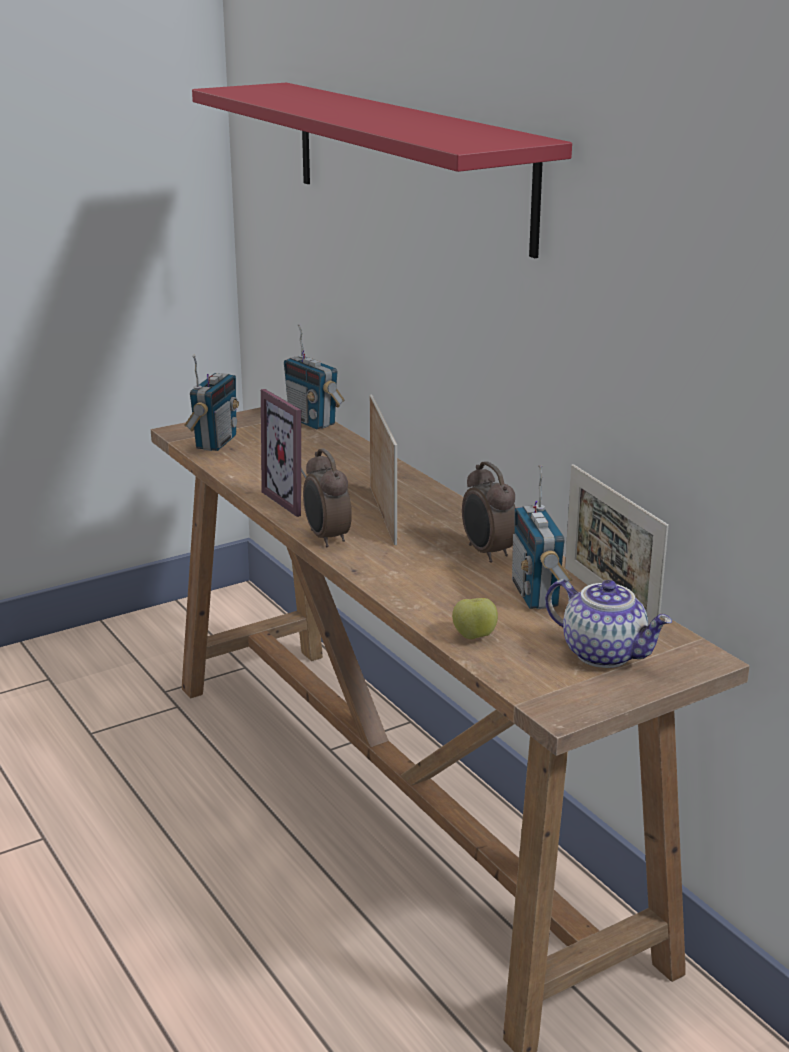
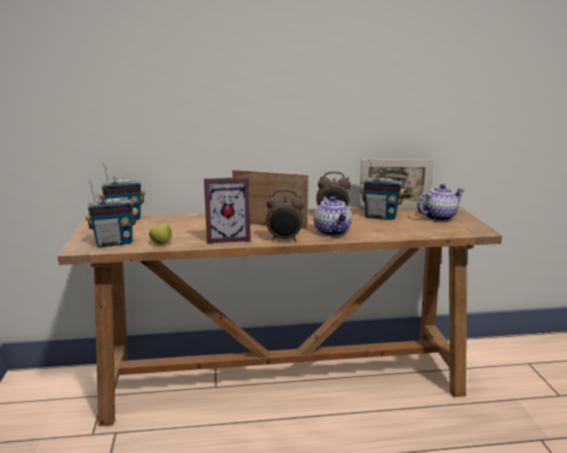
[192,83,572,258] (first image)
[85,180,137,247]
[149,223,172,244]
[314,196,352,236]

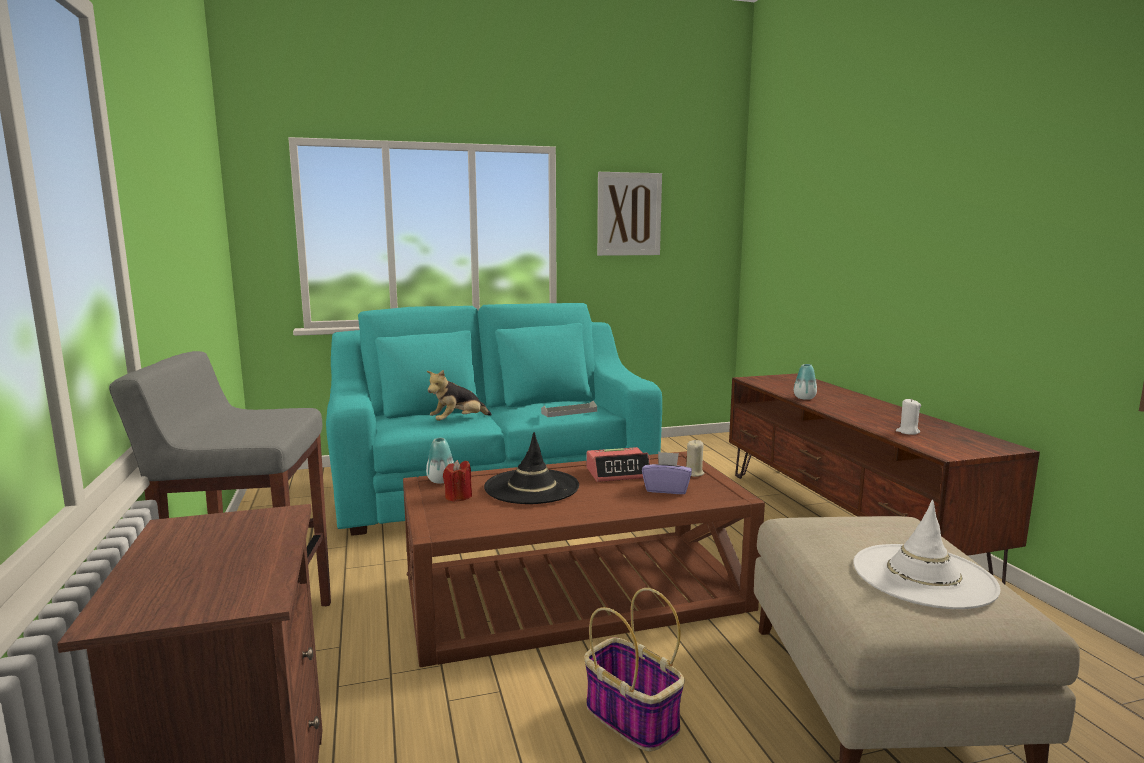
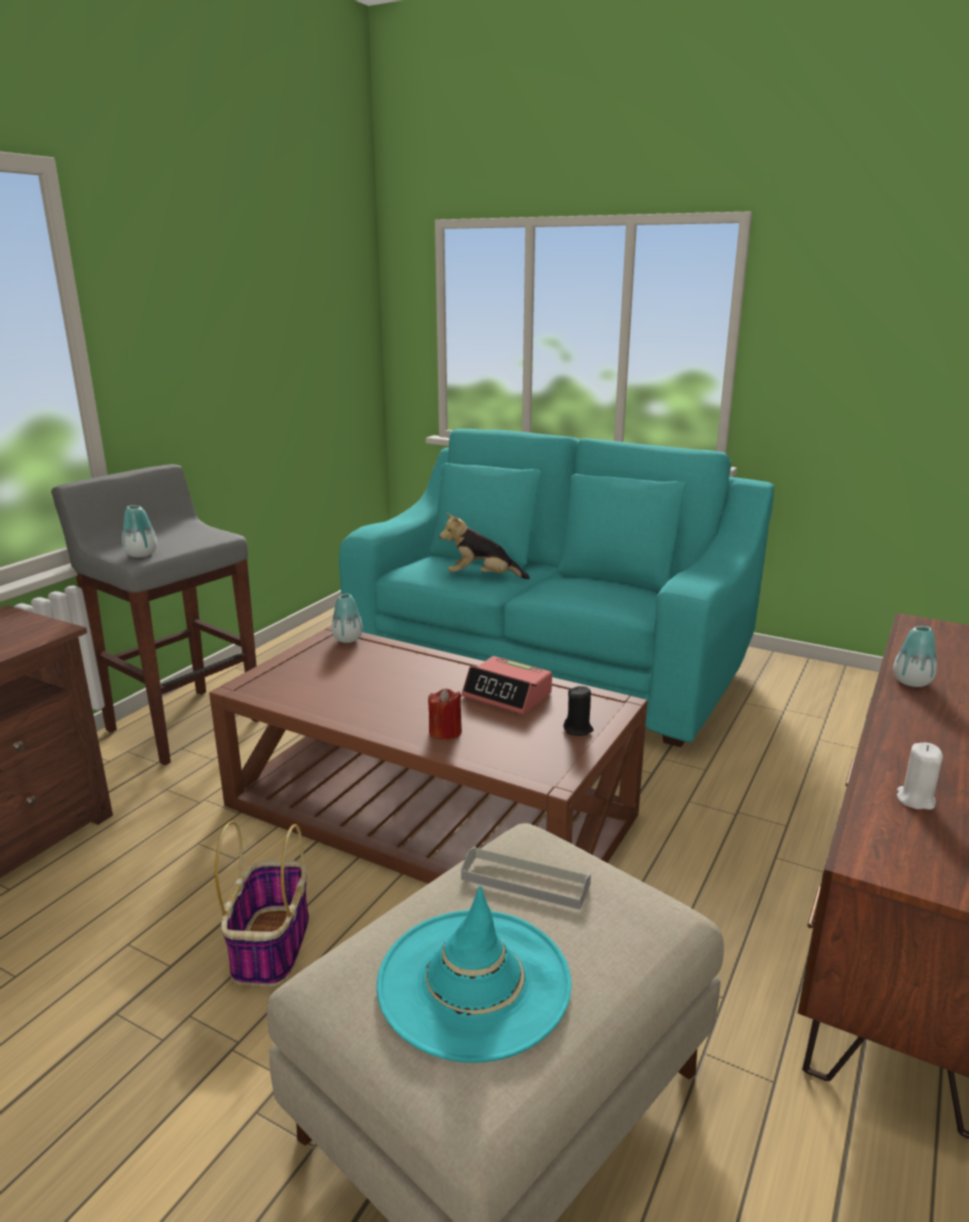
[597,172,662,256] (first image)
[461,847,591,910]
[484,432,579,504] (first image)
[564,686,593,736]
[642,452,692,494] (first image)
[428,688,462,740]
[377,886,572,1063]
[122,505,157,557]

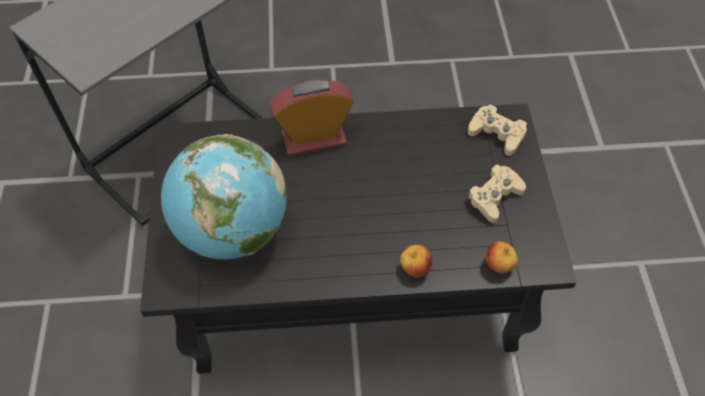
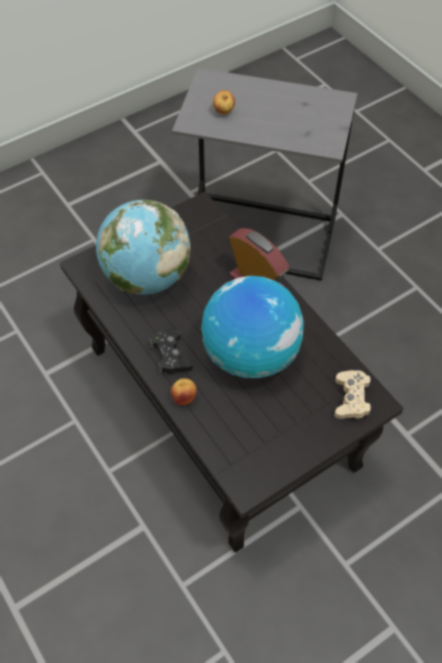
[467,165,526,223] (first image)
[213,90,235,114]
[201,276,304,378]
[149,329,193,374]

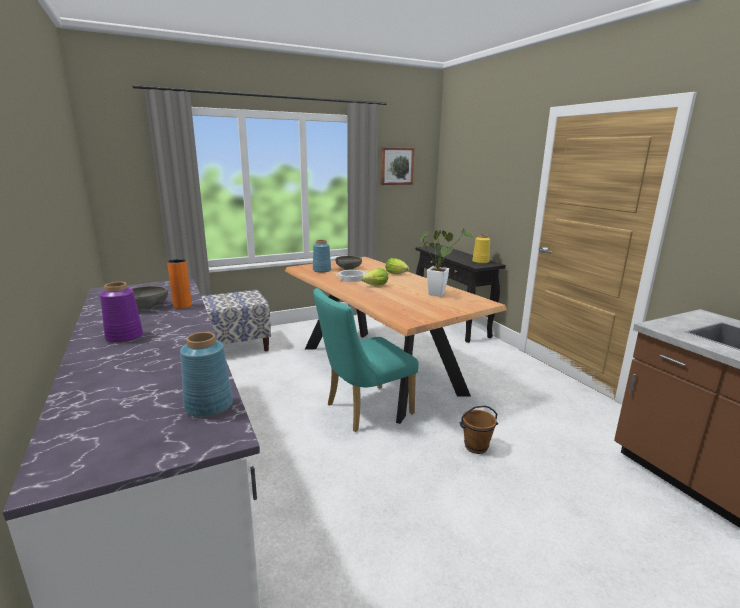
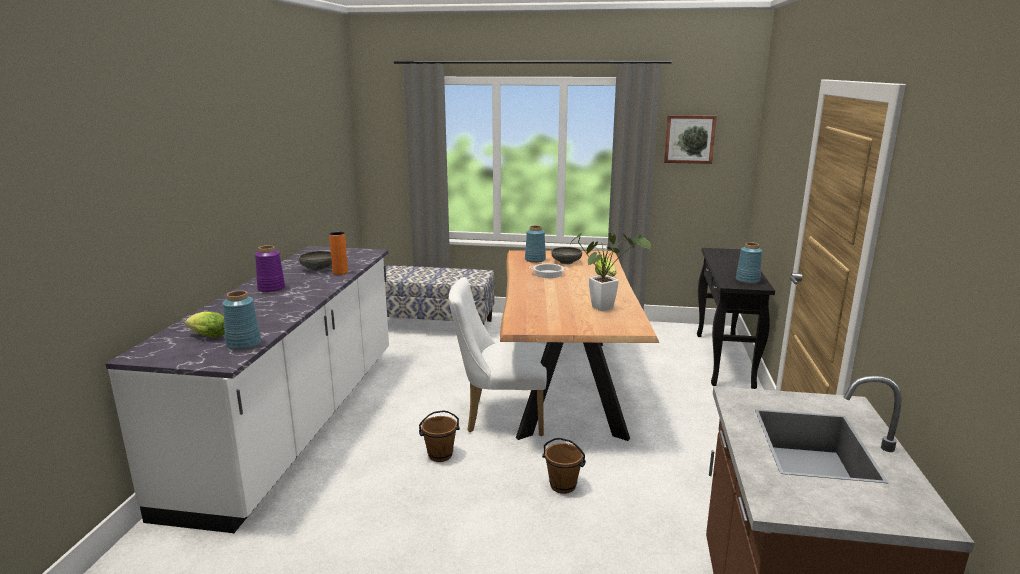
[736,242,762,284]
[185,311,225,338]
[449,277,547,436]
[419,410,460,462]

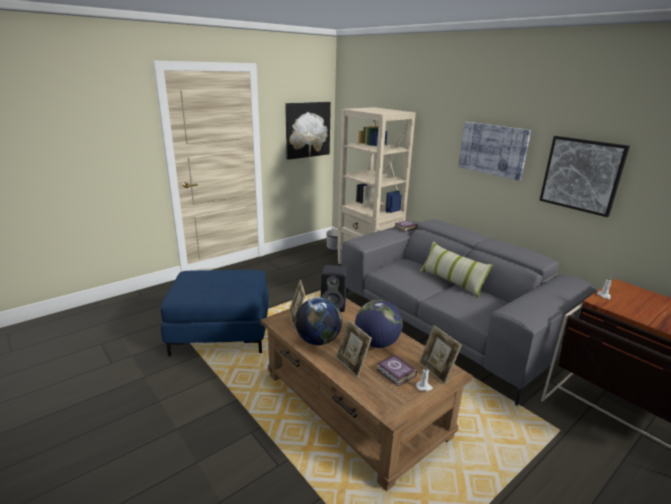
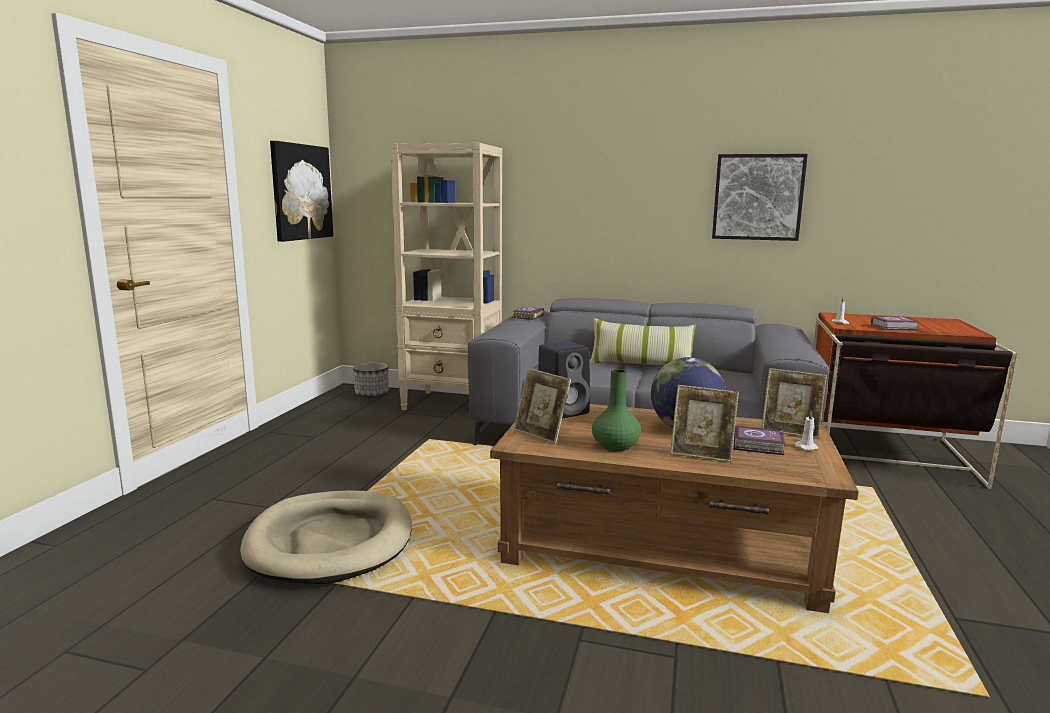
[458,122,531,181] (first image)
[240,491,412,584]
[592,369,641,452]
[871,316,918,330]

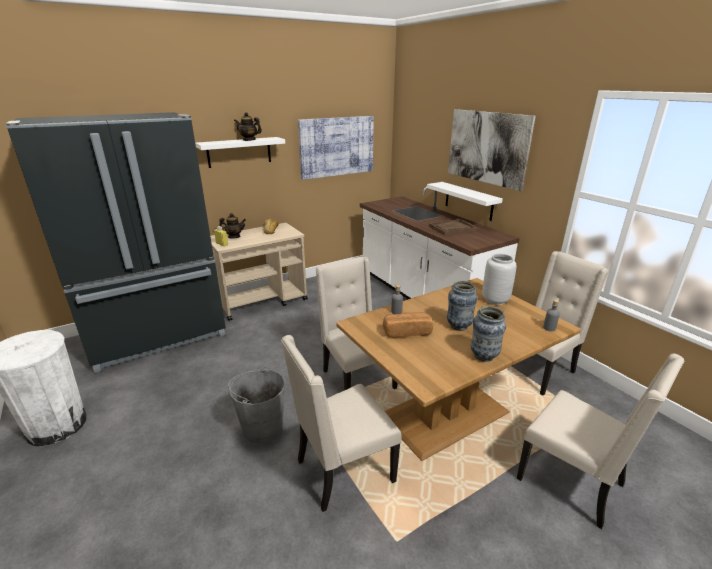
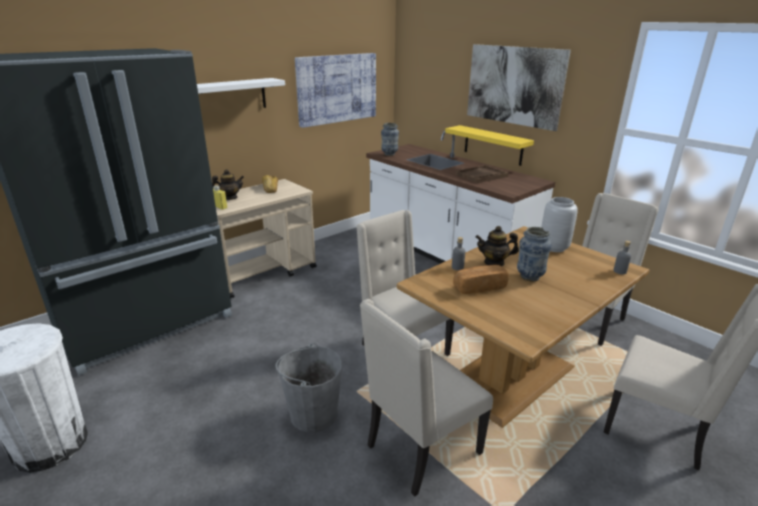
[475,226,519,266]
[445,125,534,166]
[381,123,399,156]

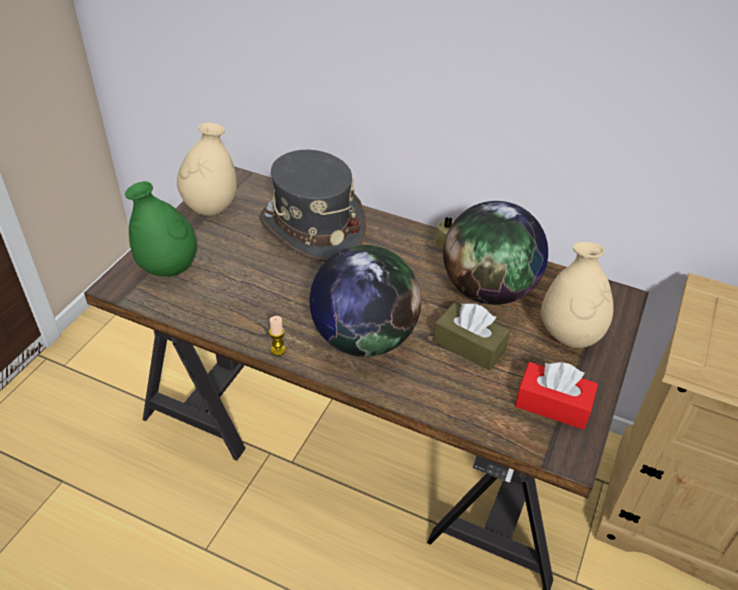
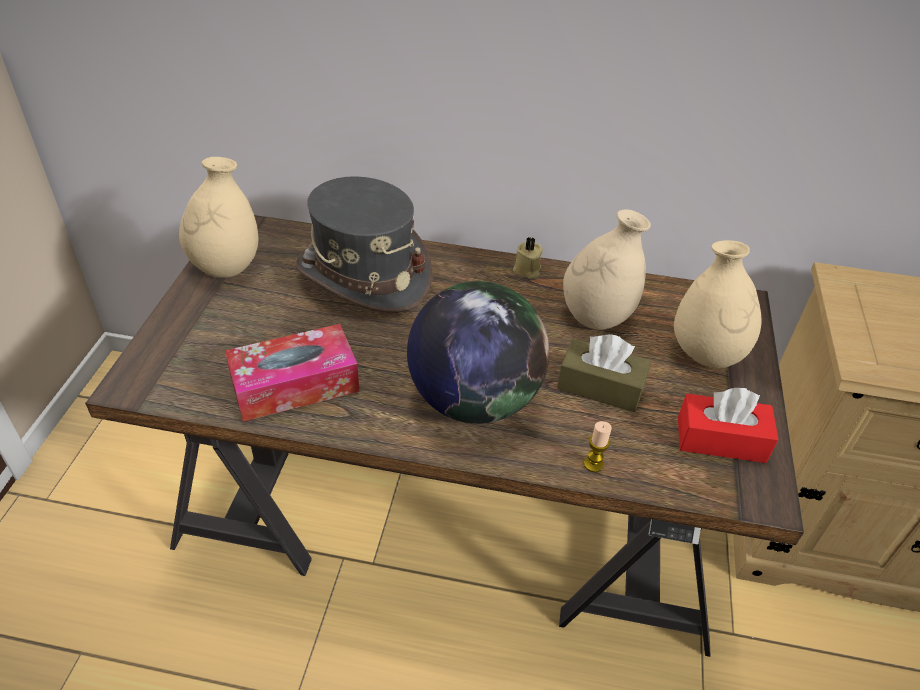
[125,181,197,276] (first image)
[563,209,651,330]
[584,421,612,472]
[225,324,359,422]

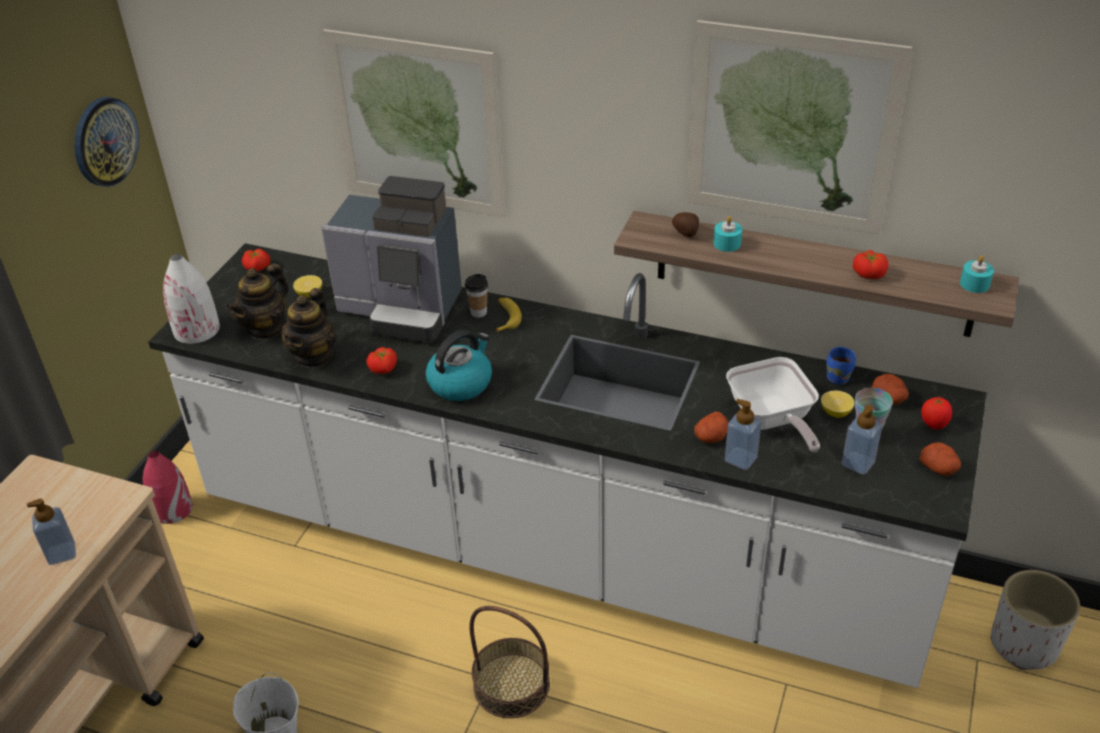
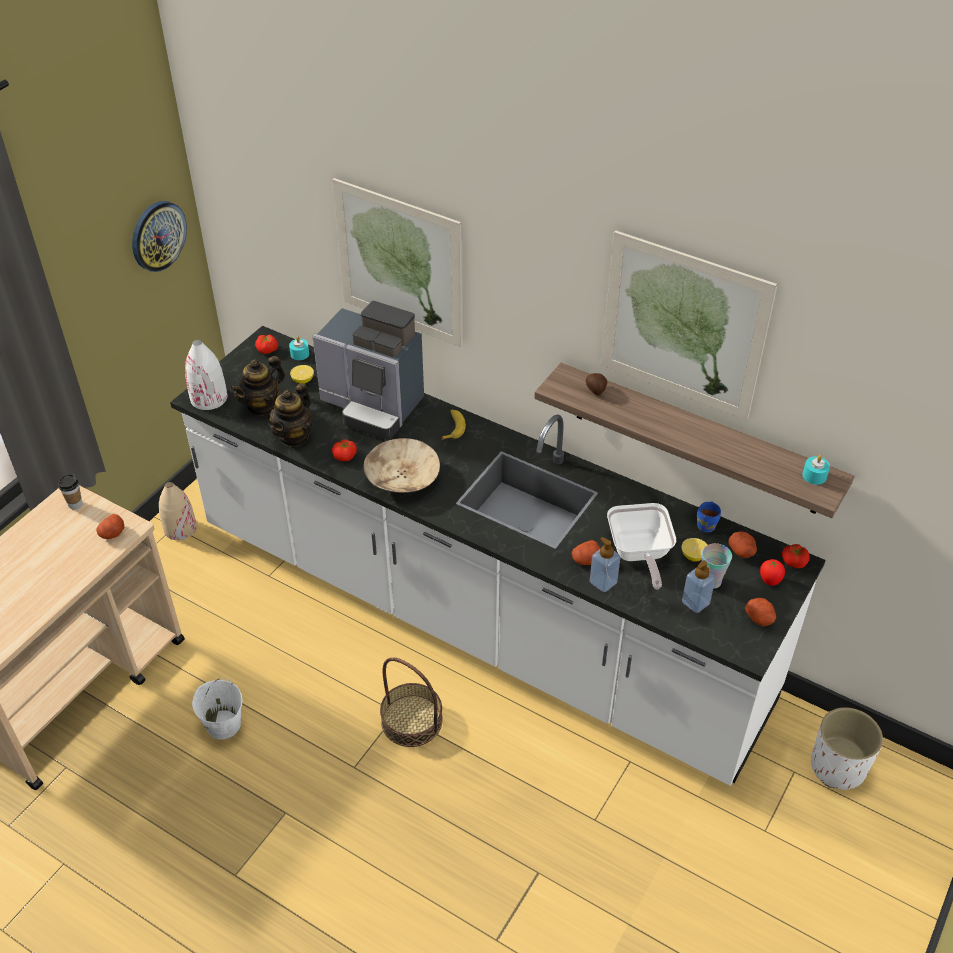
[289,336,309,360]
[782,544,810,568]
[58,474,83,509]
[363,438,440,493]
[159,482,197,540]
[27,499,76,565] (first image)
[96,514,125,539]

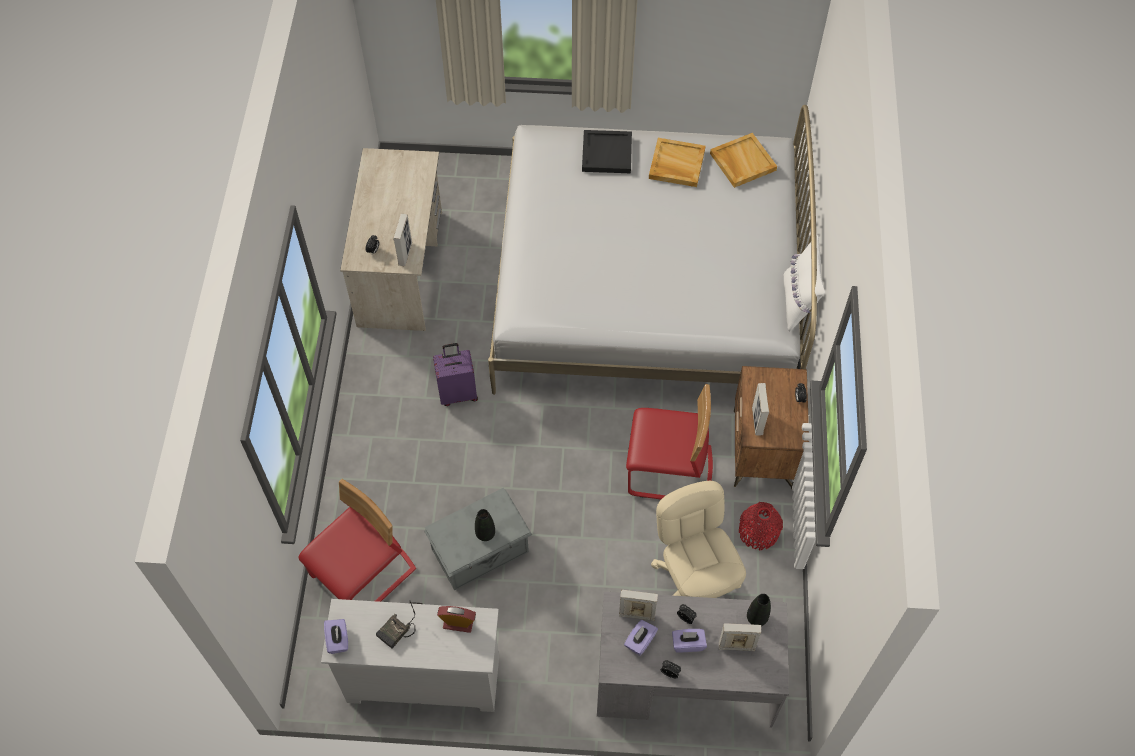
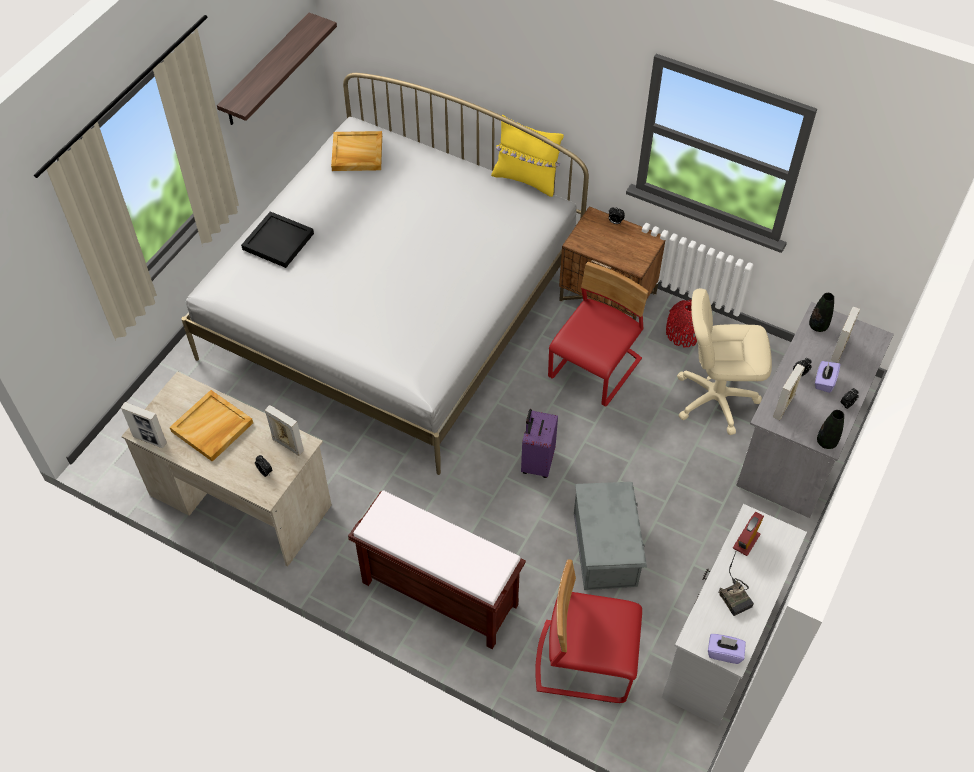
[170,390,253,462]
[491,115,564,197]
[521,409,558,478]
[121,402,167,448]
[535,559,642,703]
[817,410,844,449]
[624,620,658,656] (first image)
[217,13,337,125]
[348,490,526,649]

